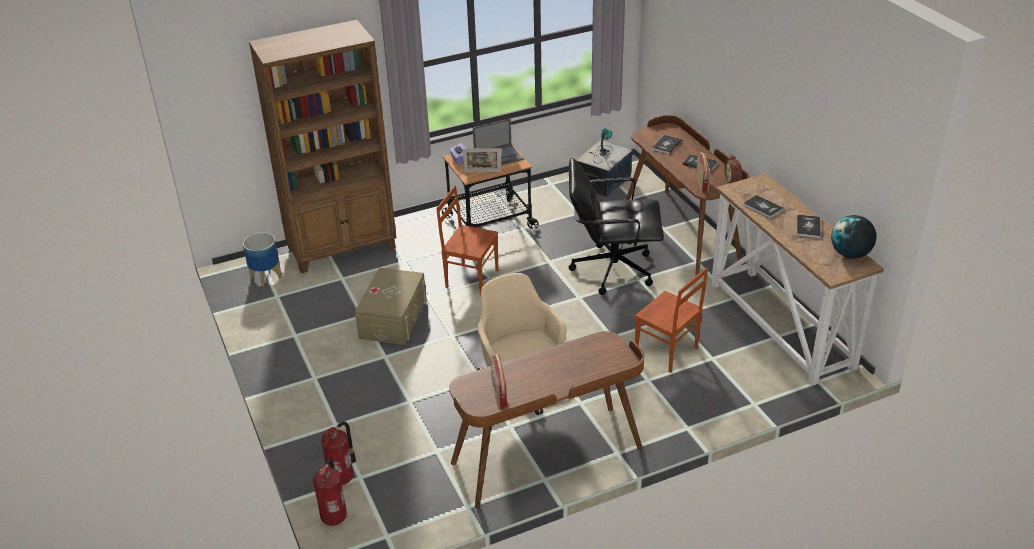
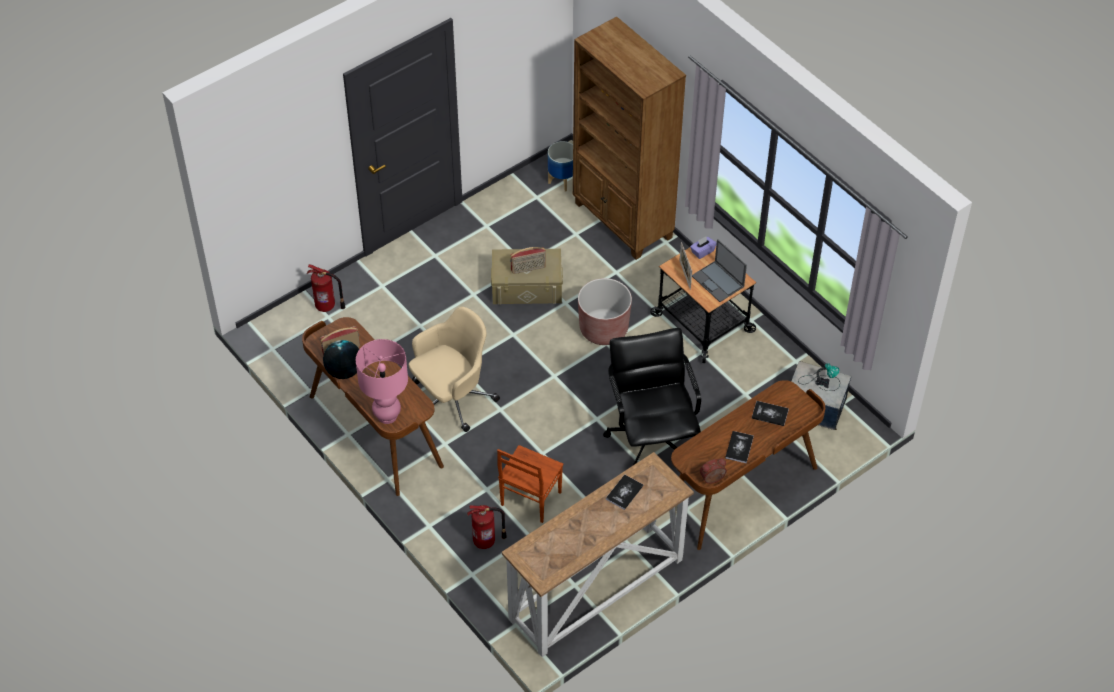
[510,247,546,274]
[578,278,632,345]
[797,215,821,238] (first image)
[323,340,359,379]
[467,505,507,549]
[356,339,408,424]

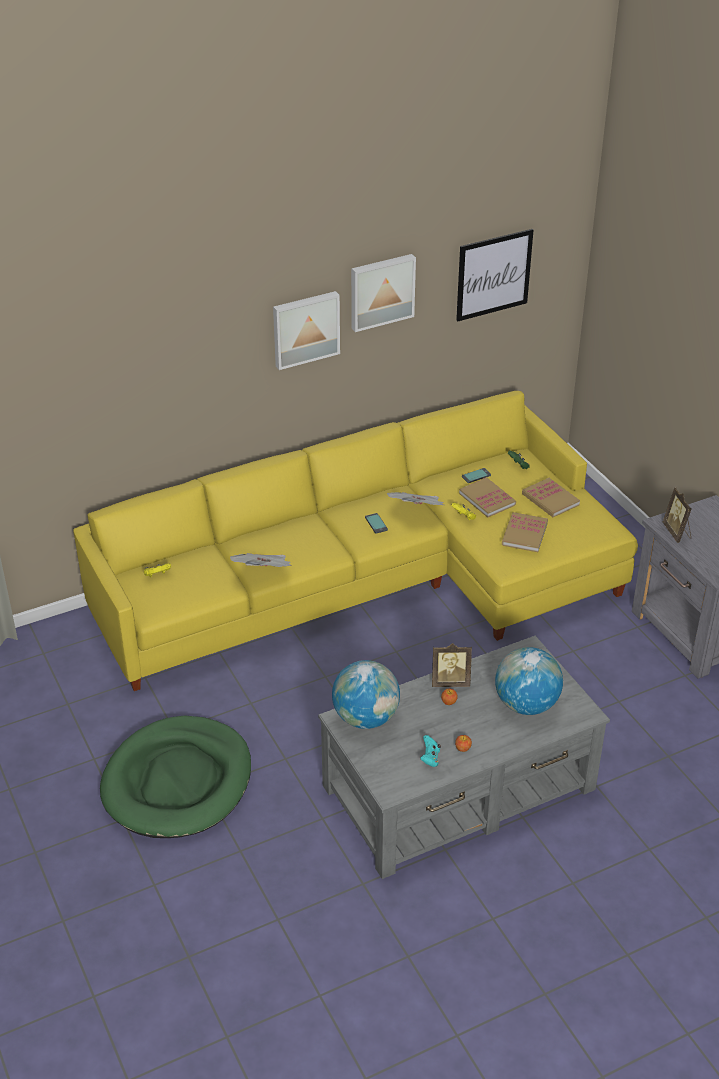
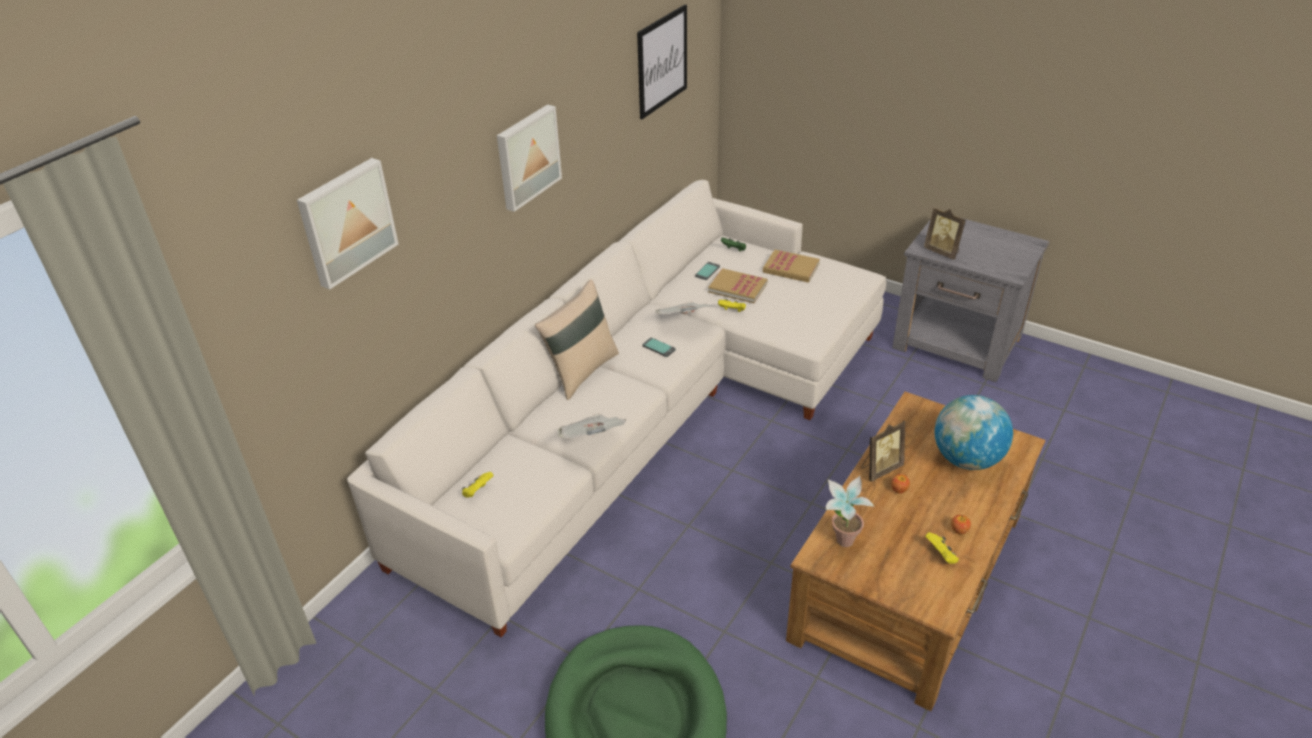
[297,158,399,290]
[347,180,887,637]
[502,512,548,552] (first image)
[786,392,1046,711]
[826,476,874,547]
[925,532,959,564]
[535,280,619,400]

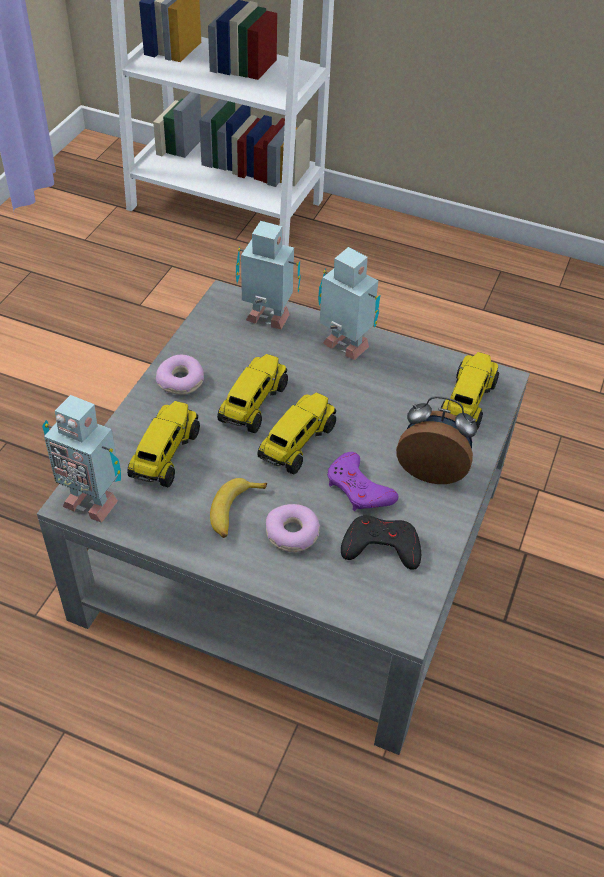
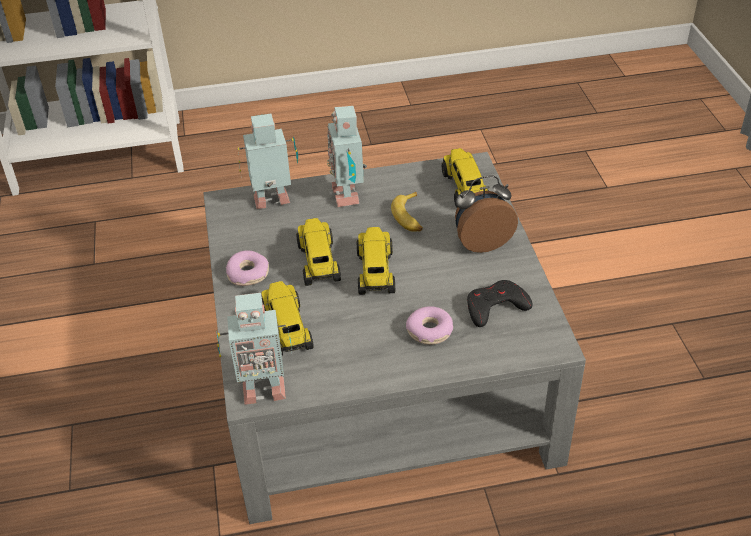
[327,106,367,207]
[327,452,399,511] (first image)
[391,191,423,232]

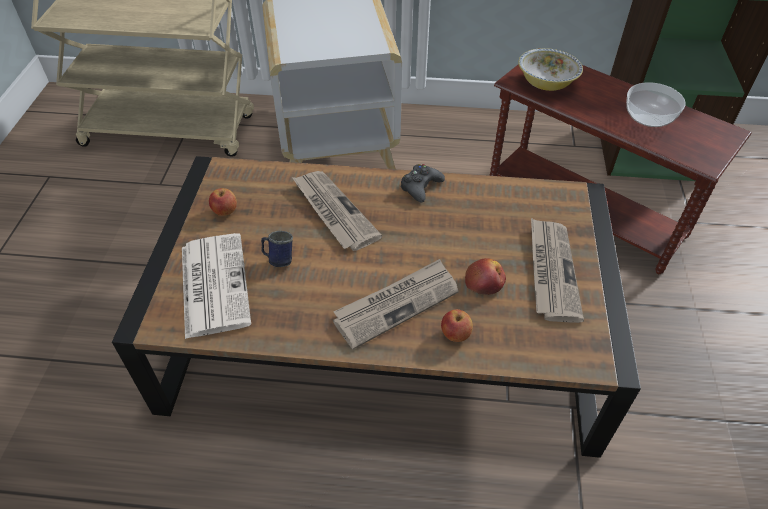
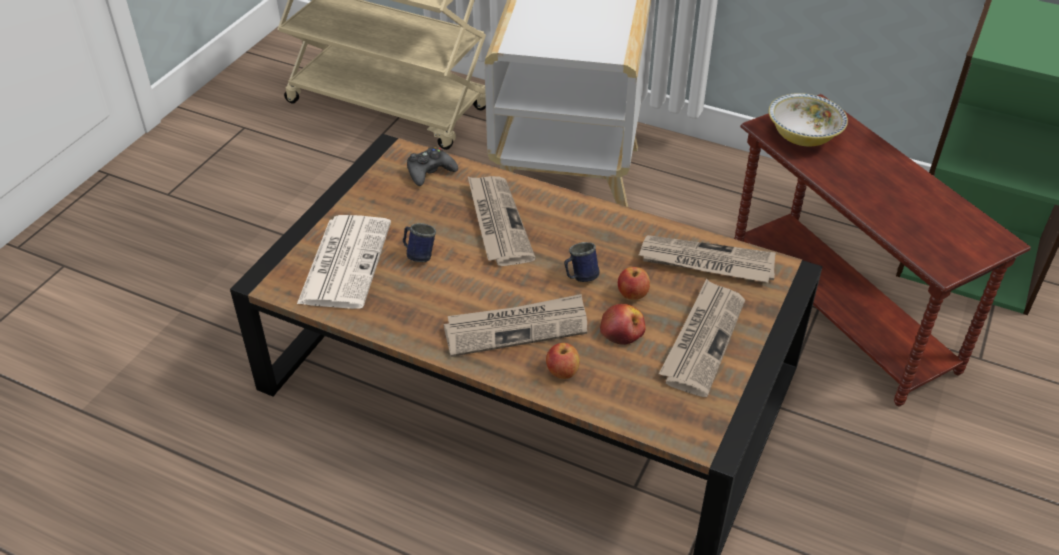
[626,82,685,127] (first image)
[407,147,458,186]
[618,267,650,300]
[639,235,776,283]
[564,242,600,282]

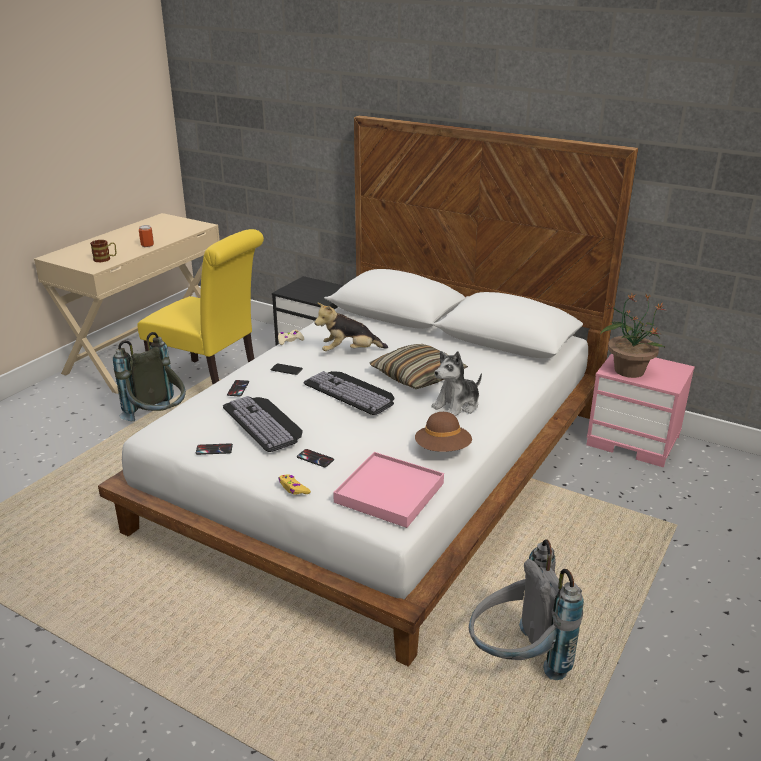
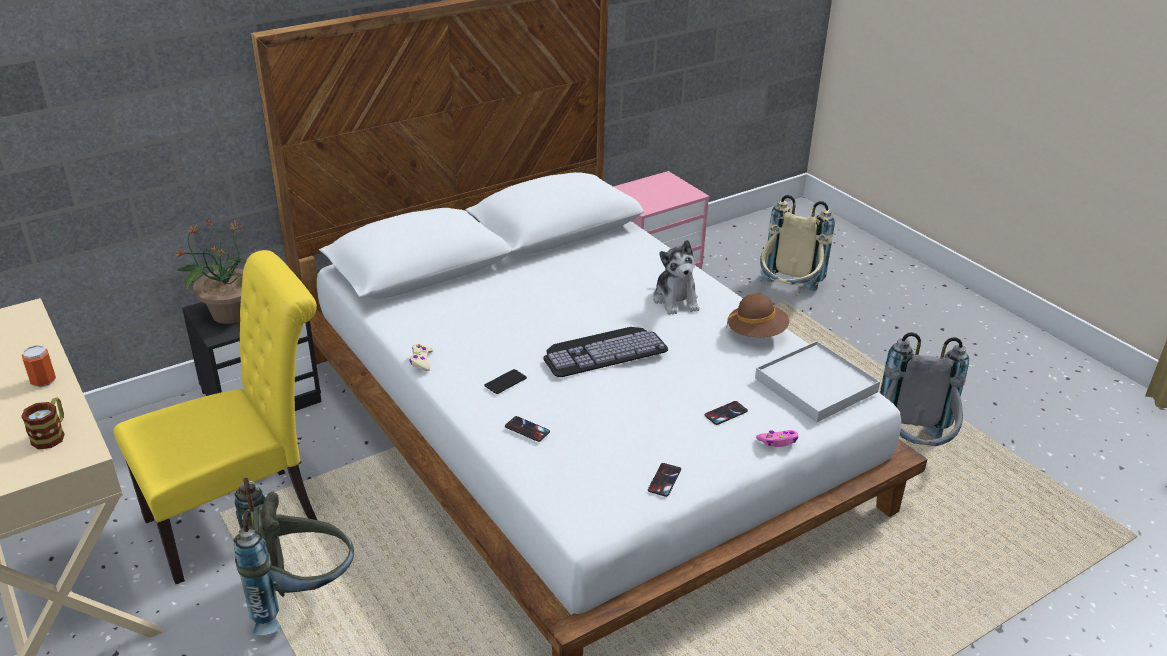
[175,217,256,324]
[314,303,388,351] (first image)
[369,344,468,389] (first image)
[223,396,303,452] (first image)
[755,341,880,422]
[756,430,798,447]
[760,195,835,291]

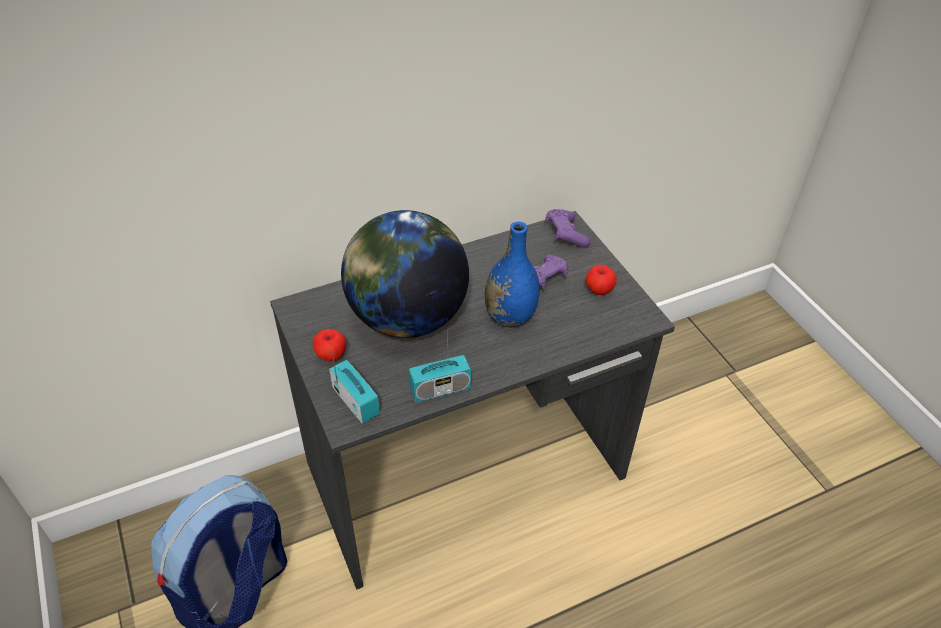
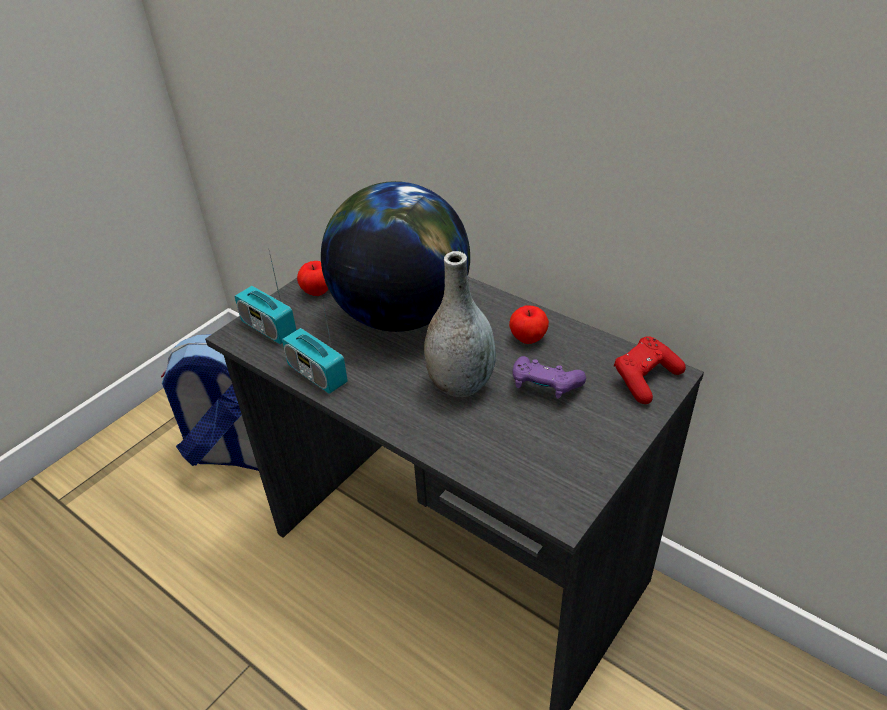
[614,336,686,404]
[424,251,496,397]
[509,306,549,344]
[234,251,296,344]

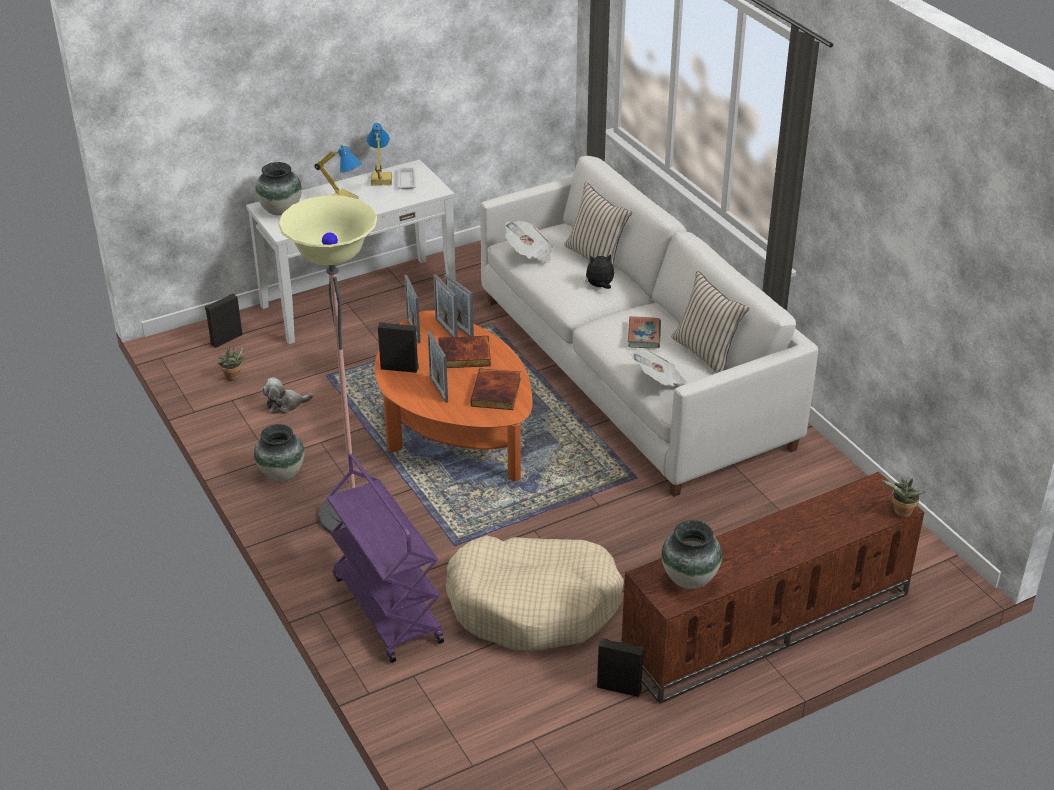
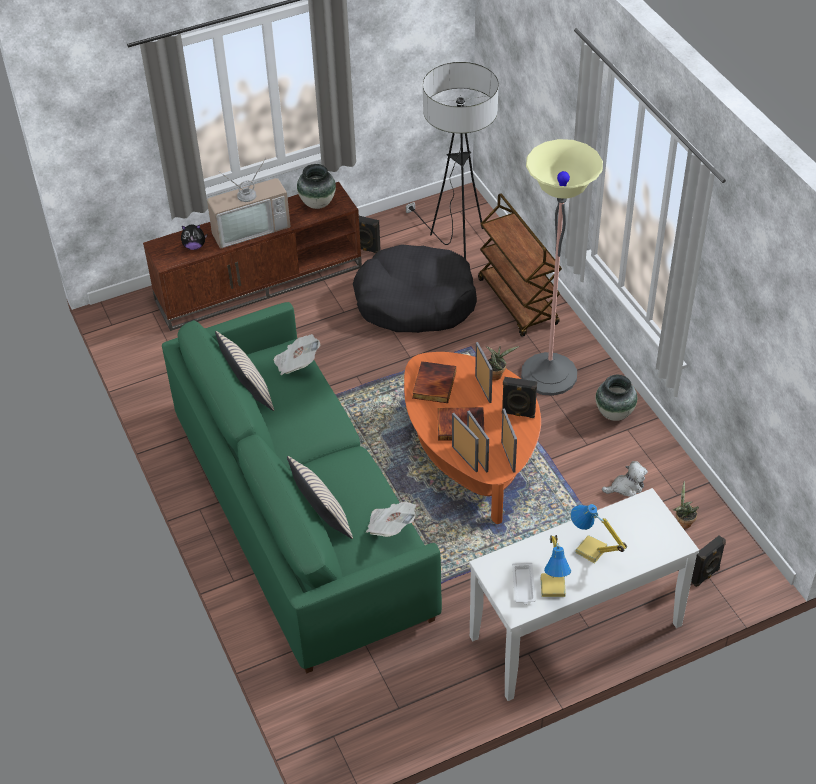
[162,302,442,674]
[255,162,302,215] (first image)
[181,225,207,250]
[628,316,661,348] (first image)
[478,193,562,337]
[486,346,519,380]
[353,244,477,333]
[406,62,498,259]
[207,158,291,249]

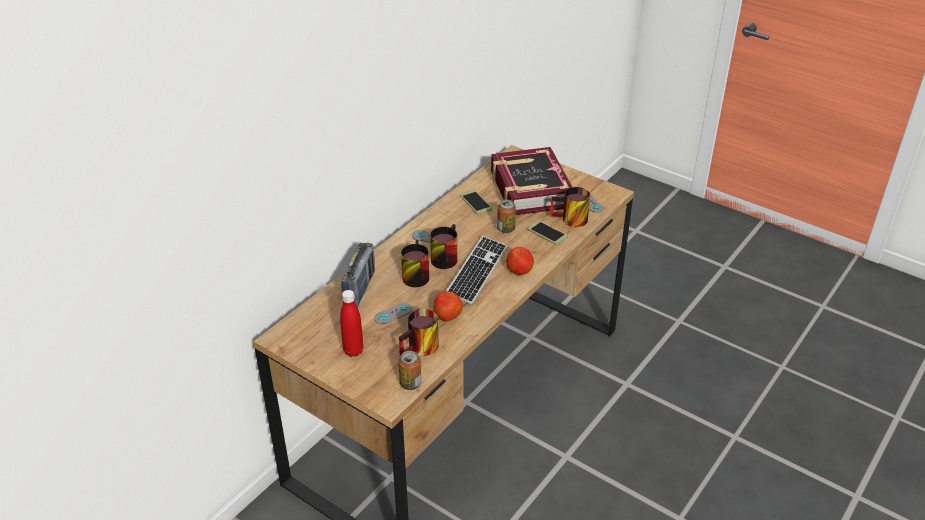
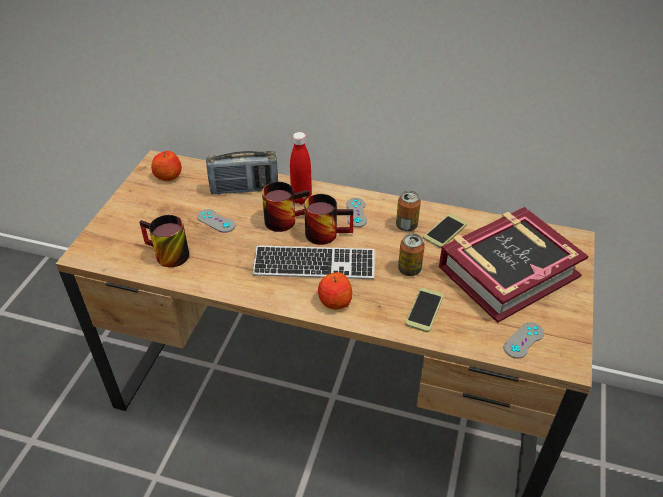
[550,187,590,227] (first image)
[290,132,312,205]
[151,151,182,181]
[396,191,421,231]

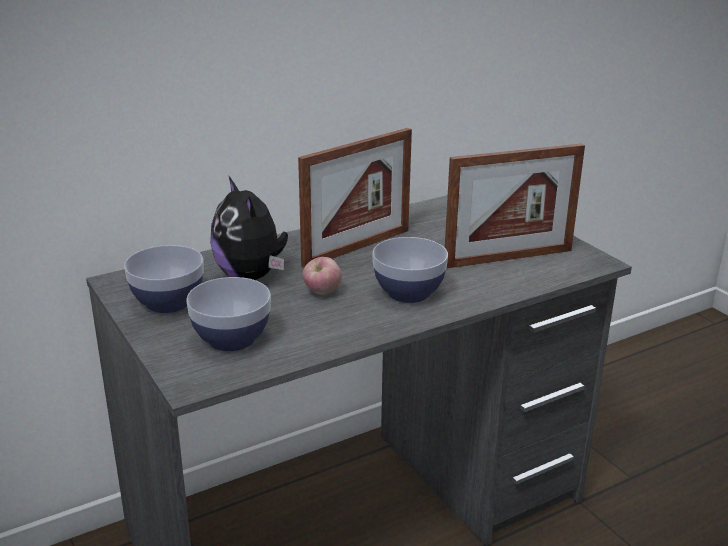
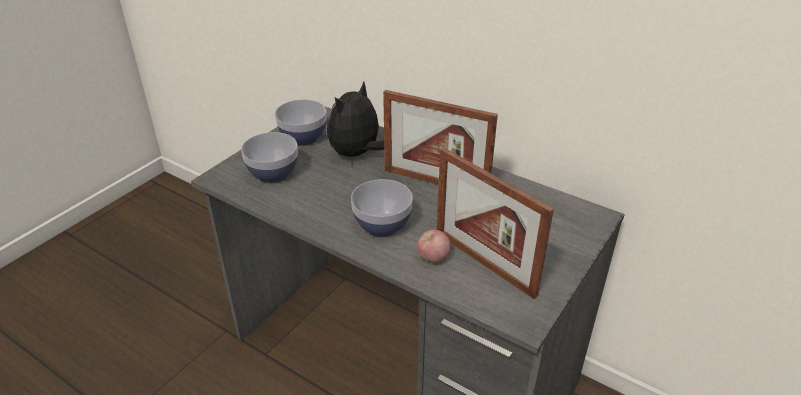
[417,230,451,263]

